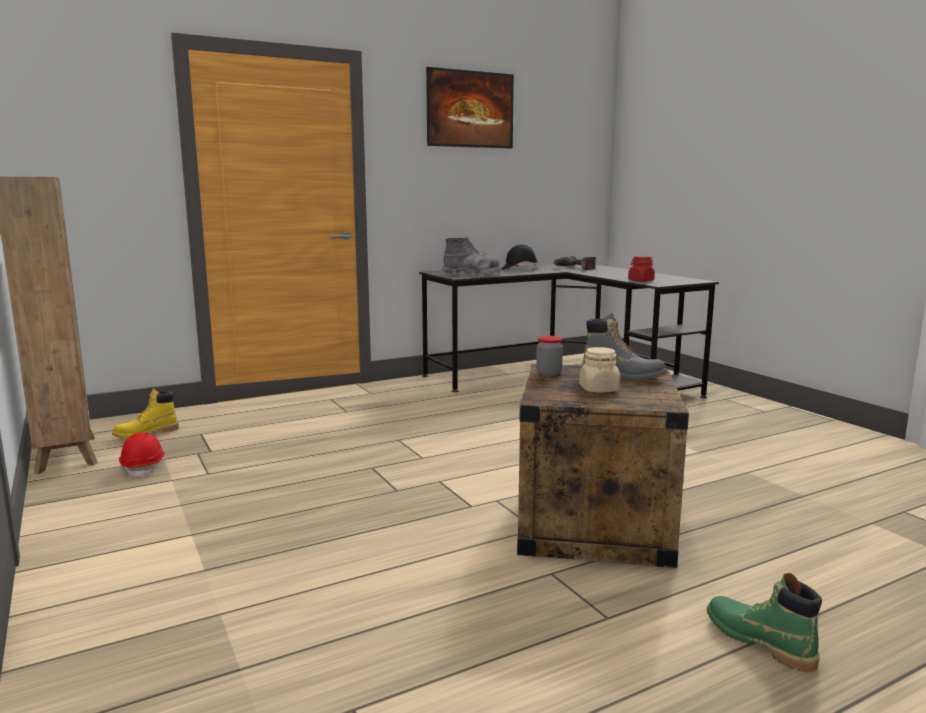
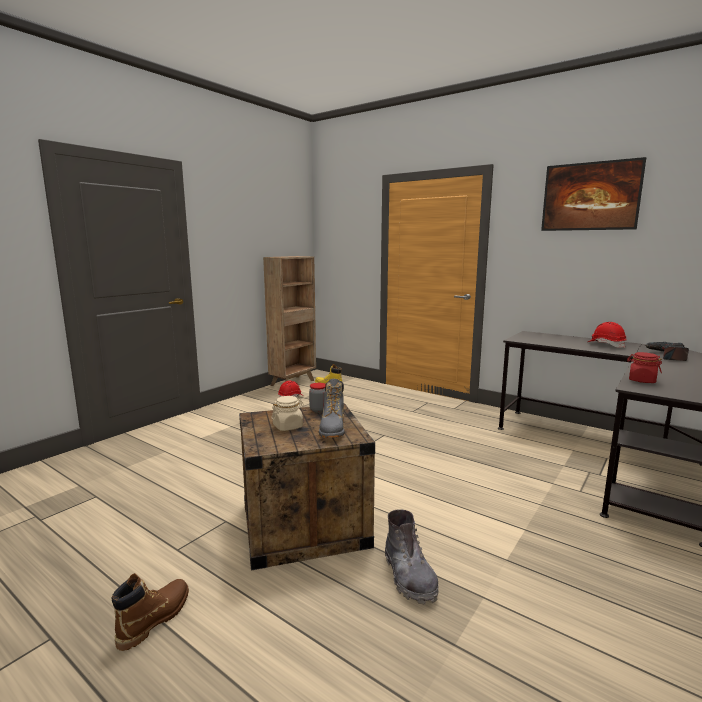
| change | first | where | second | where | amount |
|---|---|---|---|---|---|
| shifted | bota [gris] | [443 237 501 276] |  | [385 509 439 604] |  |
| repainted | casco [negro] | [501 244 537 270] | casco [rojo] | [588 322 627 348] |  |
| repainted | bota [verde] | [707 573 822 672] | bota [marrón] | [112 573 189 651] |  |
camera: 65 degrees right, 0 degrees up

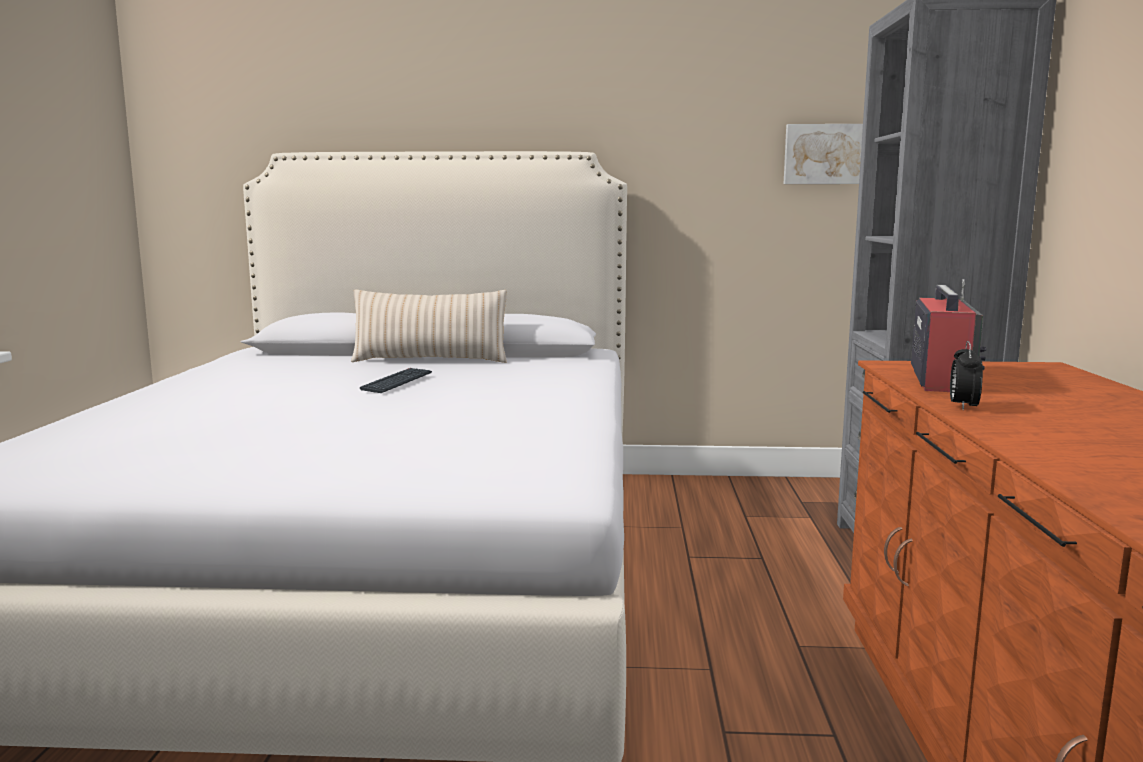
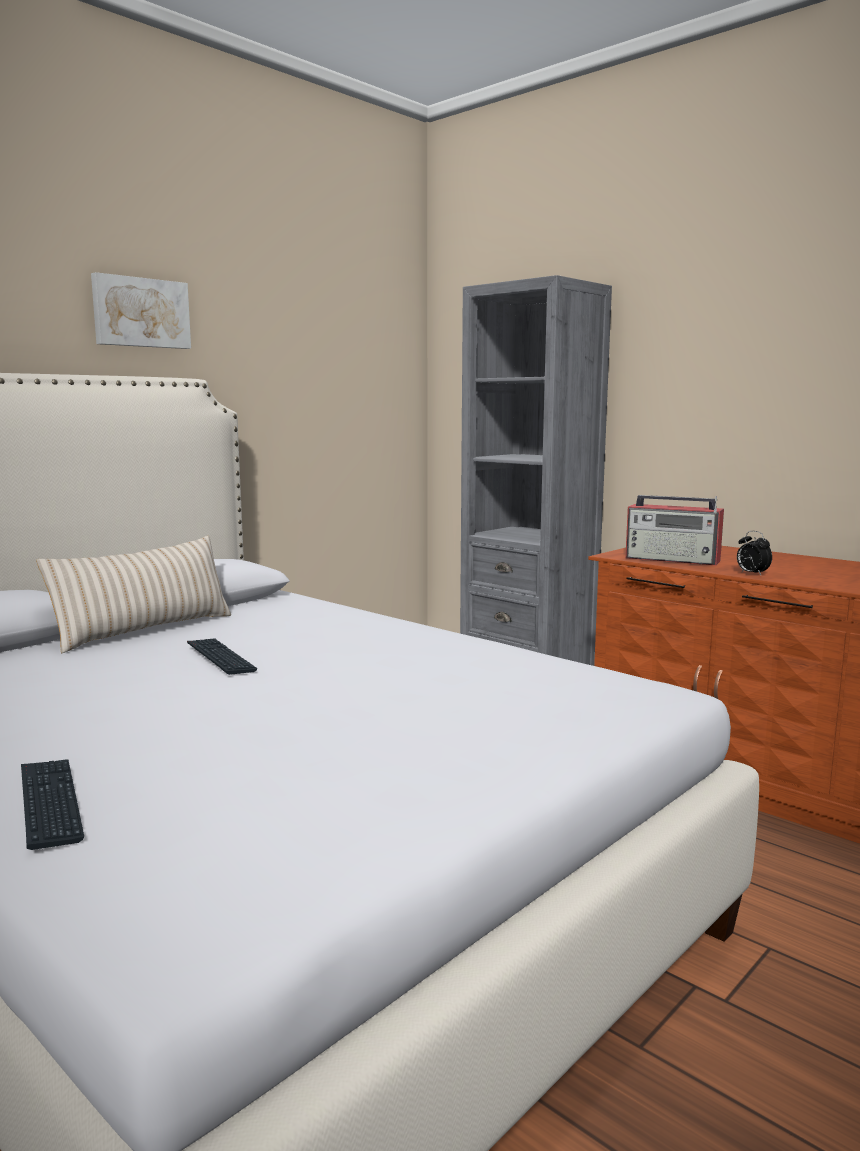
| change | first | where | second | where | amount |
|---|---|---|---|---|---|
| shifted | cuadro | [784 124 863 184] |  | [91 272 191 349] |  |
| rotated | radio | [911 279 987 392] |  | [625 495 724 565] | 150 degrees clockwise |
| new |  |  | teclado | [21 759 84 850] |  |
camera: 50 degrees left, 0 degrees up

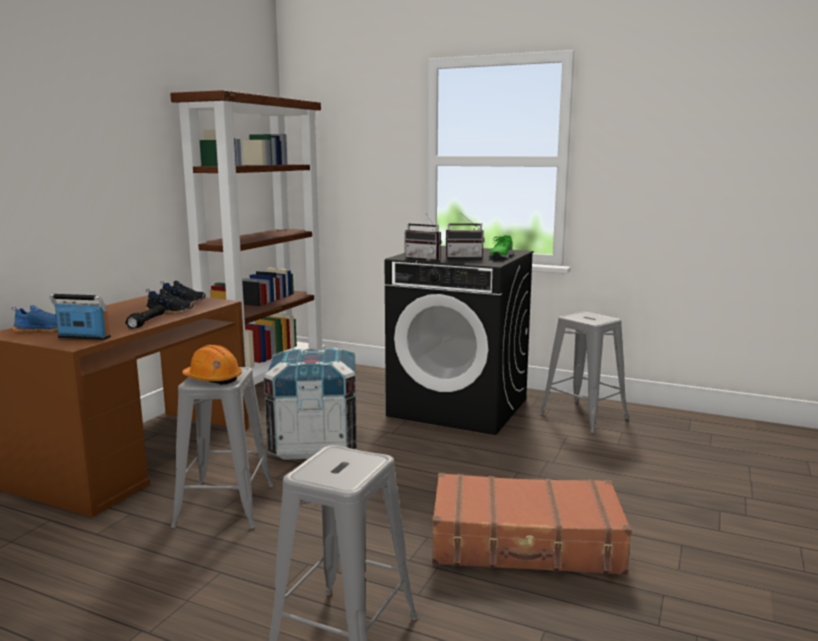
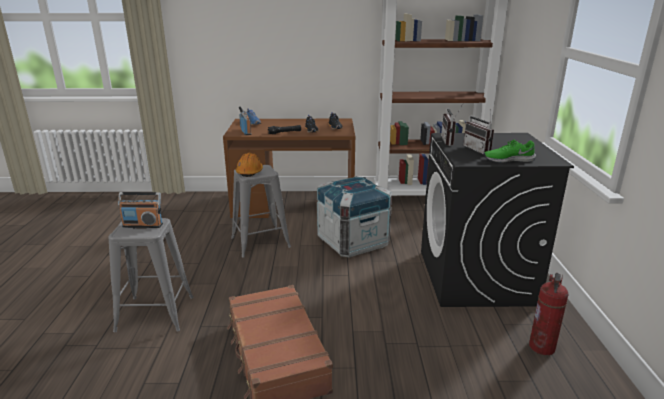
| change | first | where | second | where | amount |
|---|---|---|---|---|---|
| swapped | taburete [gris] | [540 312 629 433] | extintor | [529 273 569 355] |  |
| new |  |  | radio | [118 192 163 228] |  |
camera: 65 degrees right, 10 degrees up

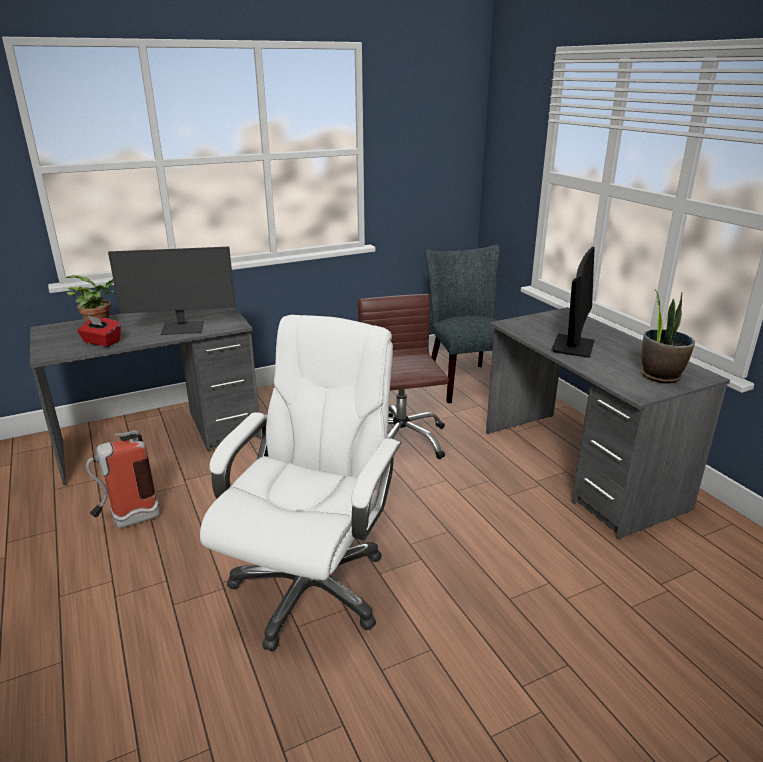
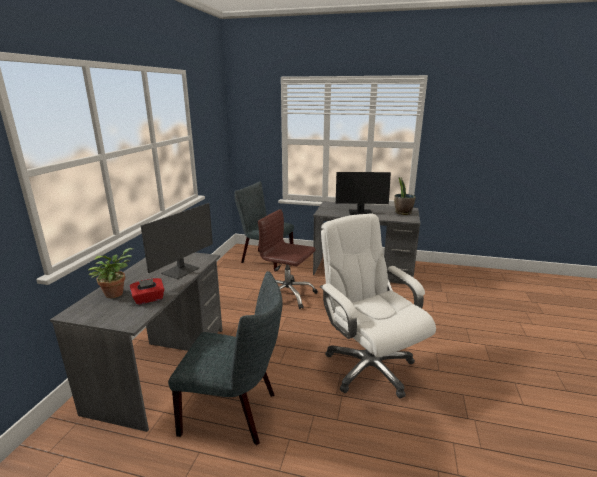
| change | first | where | second | where | amount |
|---|---|---|---|---|---|
| swapped | extintor | [86 430 160 528] | silla [gris] | [168 271 283 446] |  |
| rotated | monitor | [551 247 595 358] |  | [336 172 391 215] | 120 degrees clockwise |
camera: 50 degrees left, 5 degrees down

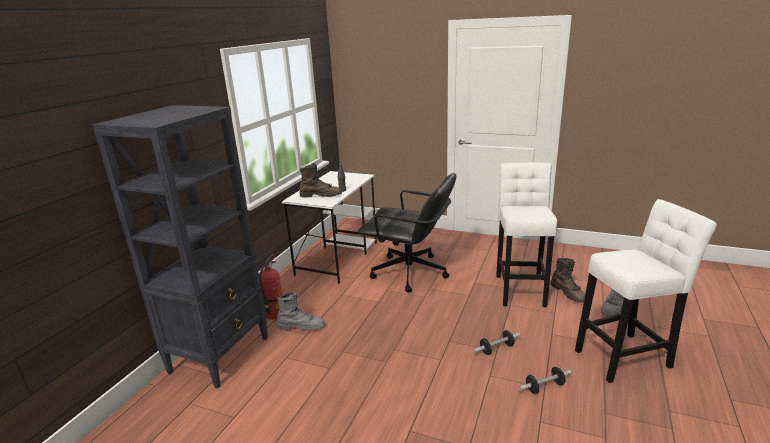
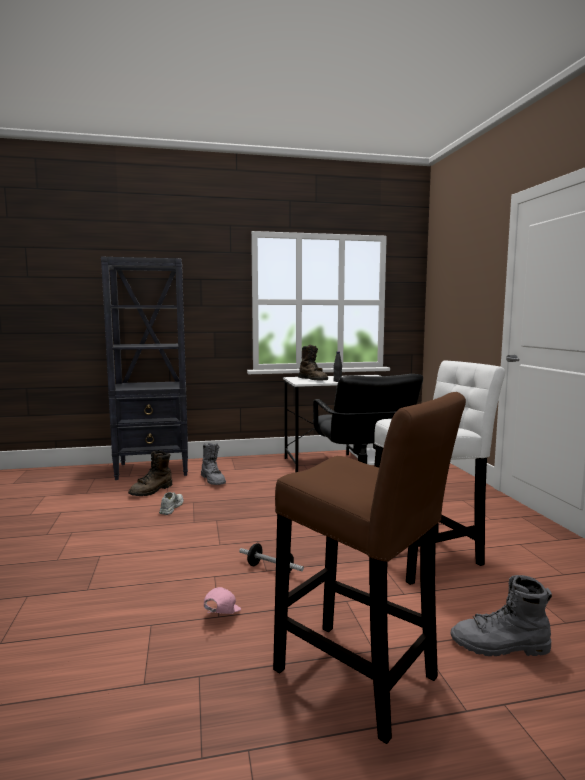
| change | first | where | second | where | amount |
|---|---|---|---|---|---|
| gone | extintor | [259 255 283 320] |  |  |  |
| swapped | mancuerna | [518 367 572 394] | gorra [rosa] | [204 587 241 614] |  |
| shifted | bota [marrón] | [550 258 585 303] |  | [128 451 172 496] |  |
| repainted | taburete [blanco] | [575 199 717 383] | taburete [marrón] | [273 392 466 744] |  |
| new |  |  | zapato [blanco] | [159 492 184 515] |  |
camera: 55 degrees right, 15 degrees down

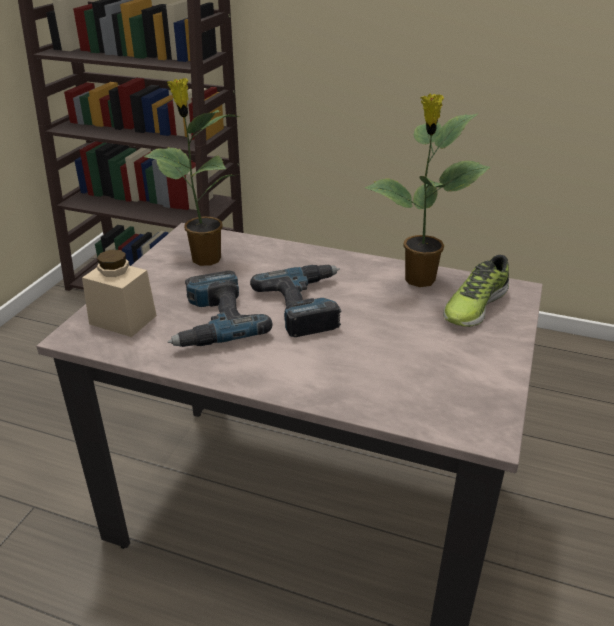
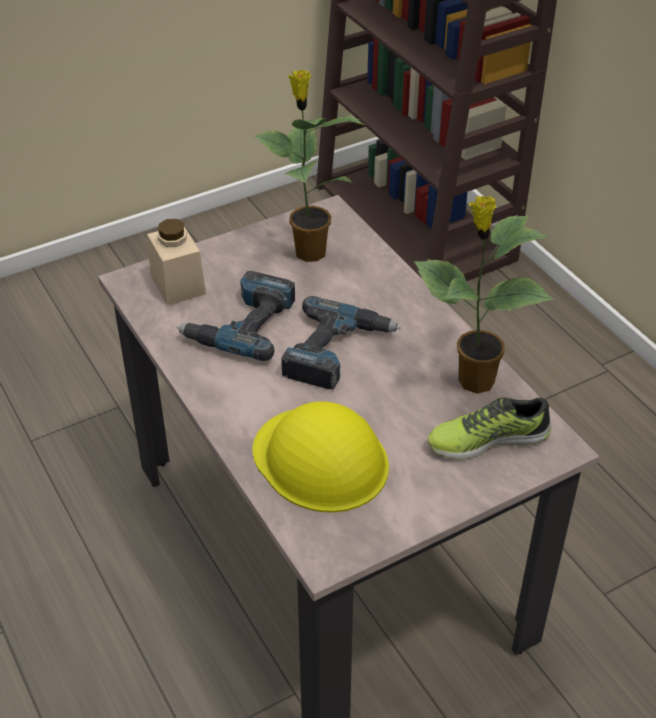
| change | first | where | second | where | amount |
|---|---|---|---|---|---|
| new |  |  | casco [amarillo] | [252 401 389 512] |  |
camera: 40 degrees right, 10 degrees up

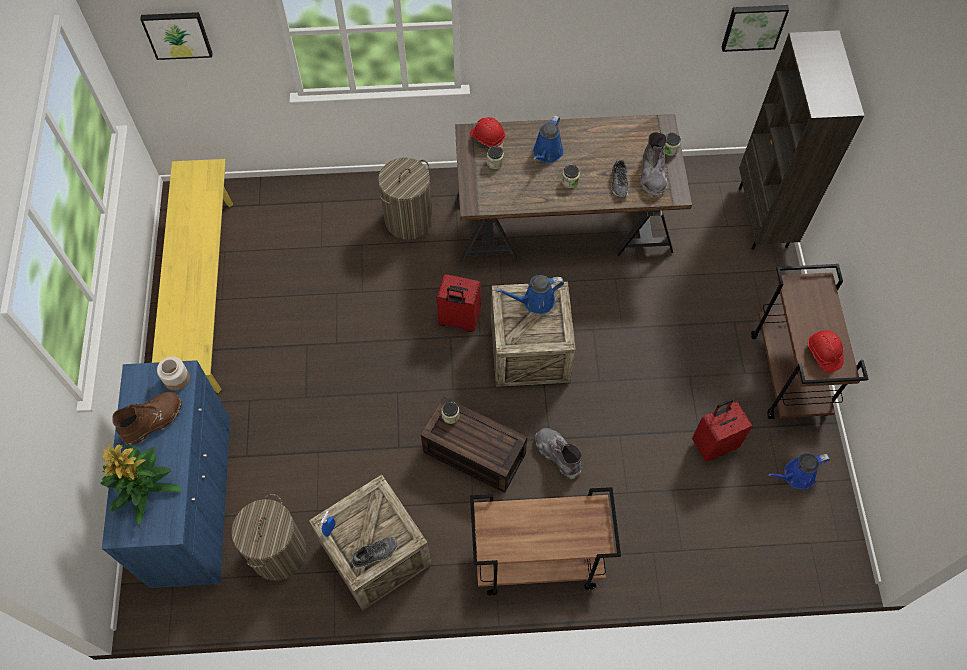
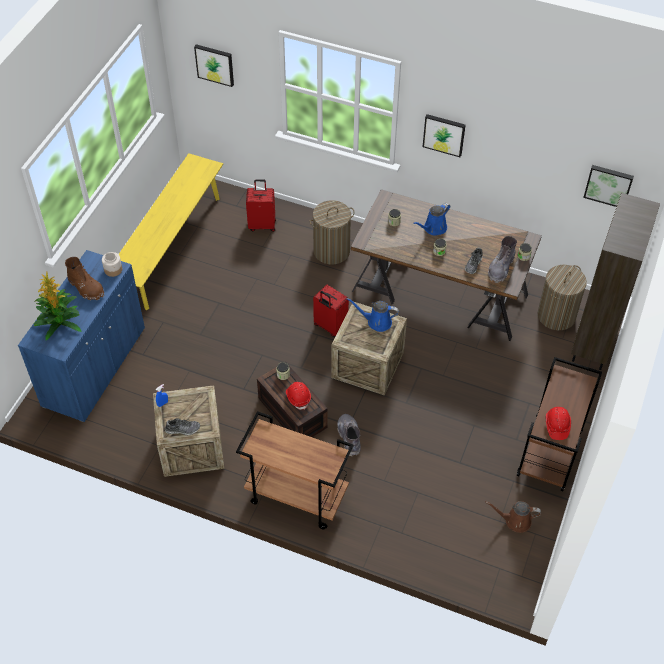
| change | first | where | second | where | amount |
|---|---|---|---|---|---|
| rotated | bota [marrón] | [112 392 182 445] |  | [65 257 105 300] | 60 degrees clockwise |
| shifted | cesto de la ropa | [231 494 307 581] |  | [538 265 587 330] |  |
| shifted | casco [rojo] | [470 117 506 148] |  | [286 382 311 410] |  |
| shifted | maleta [rojo] | [692 399 753 462] |  | [246 179 276 232] |  |
| repainted | regadera [azul] | [768 453 830 489] | regadera [marrón] | [485 501 541 533] |  |
| new |  |  | cuadro | [423 114 466 157] |  |
camera: 25 degrees right, 10 degrees down

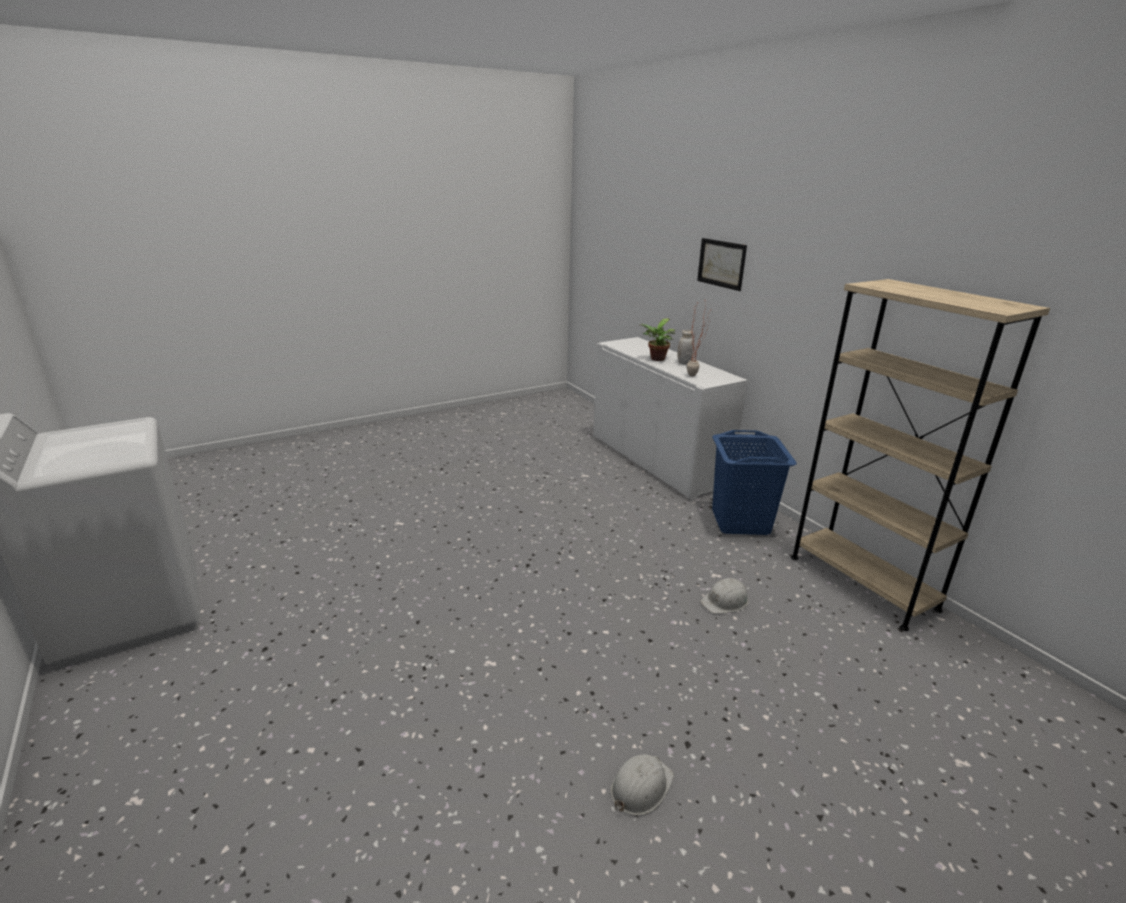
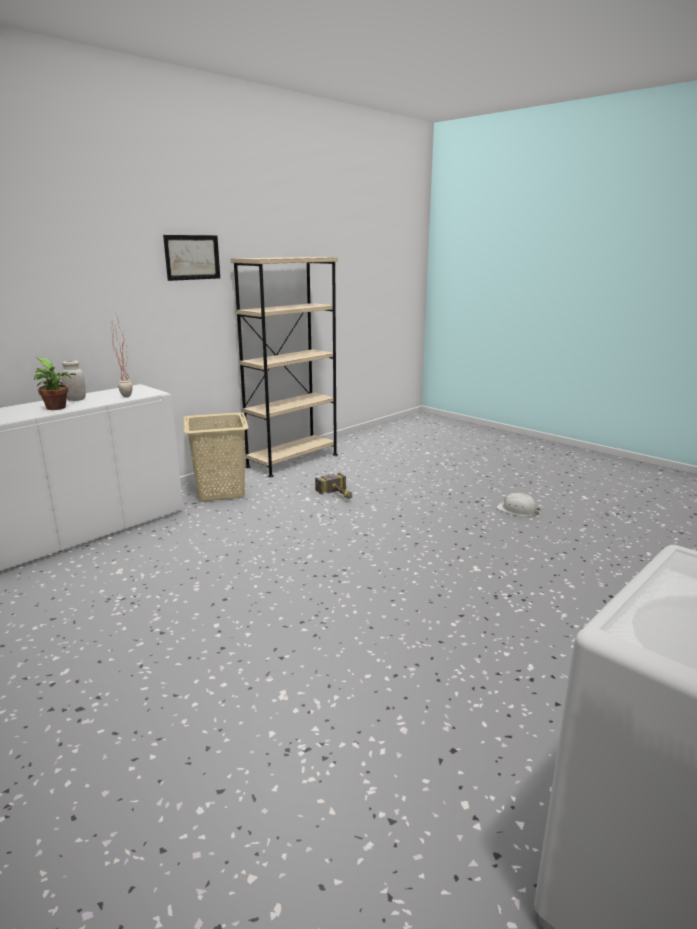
| change | first | where | second | where | amount |
|---|---|---|---|---|---|
| shifted | cuadro | [697 238 747 291] |  | [163 235 220 281] |  |
| swapped | casco [blanco] | [700 578 748 614] | martillo | [315 472 352 499] |  |
| repainted | cesto de la ropa [azul] | [712 430 797 535] | cesto de la ropa [beis] | [184 412 249 502] |  |
camera: 105 degrees left, 5 degrees down

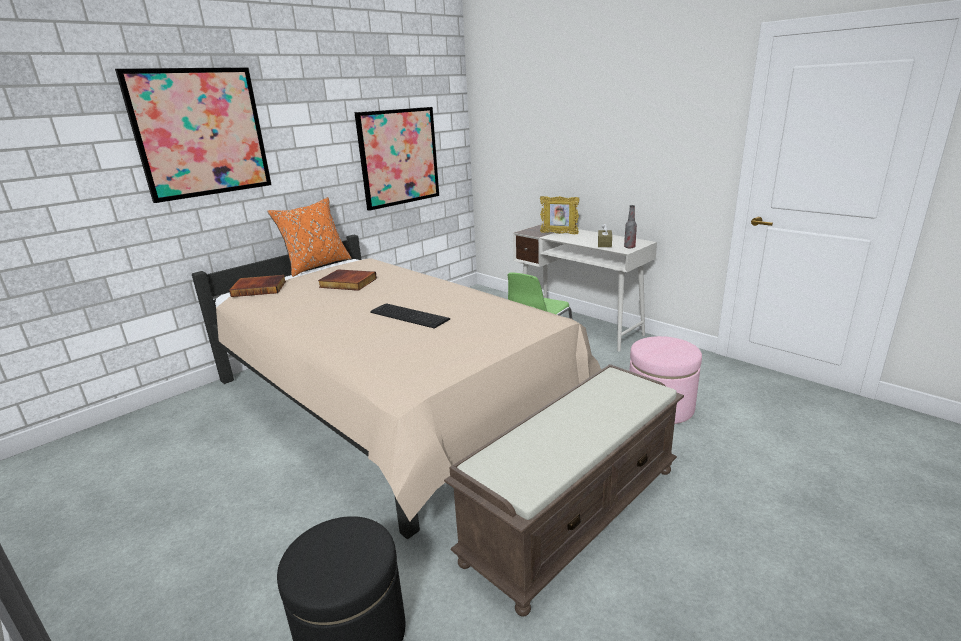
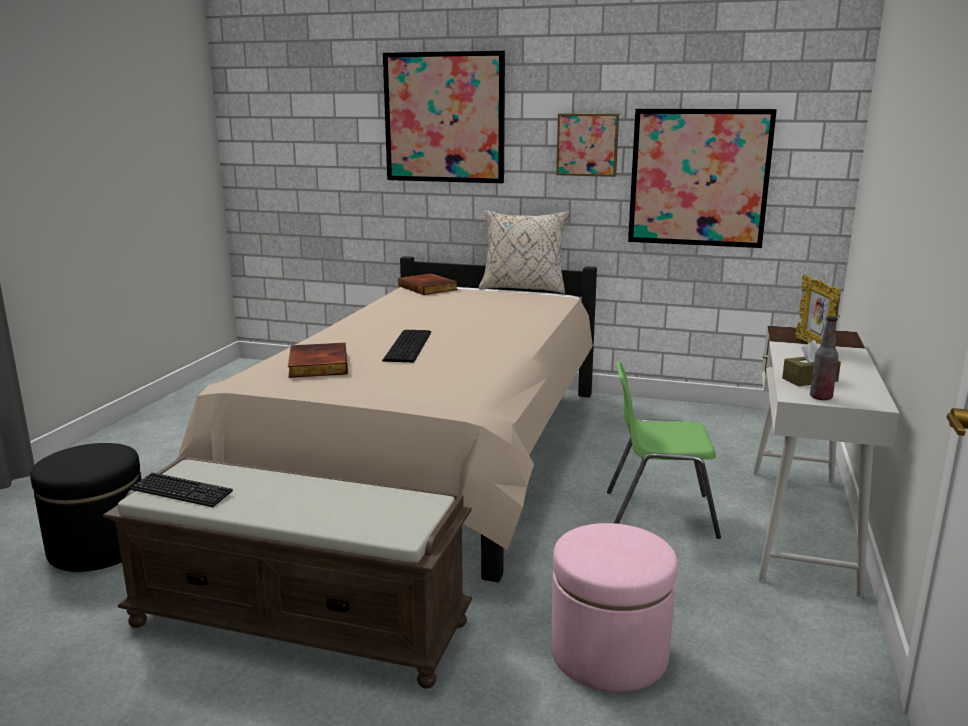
| change | first | where | second | where | amount |
|---|---|---|---|---|---|
| repainted | cojín [naranja] | [267 197 352 277] | cojín [beis] | [479 210 569 294] |  |
| shifted | libro | [318 269 377 291] |  | [288 343 348 378] |  |
| new |  |  | teclado | [131 473 233 507] |  |
| new |  |  | cuadro | [556 113 619 177] |  |
camera: 60 degrees right, 5 degrees down

